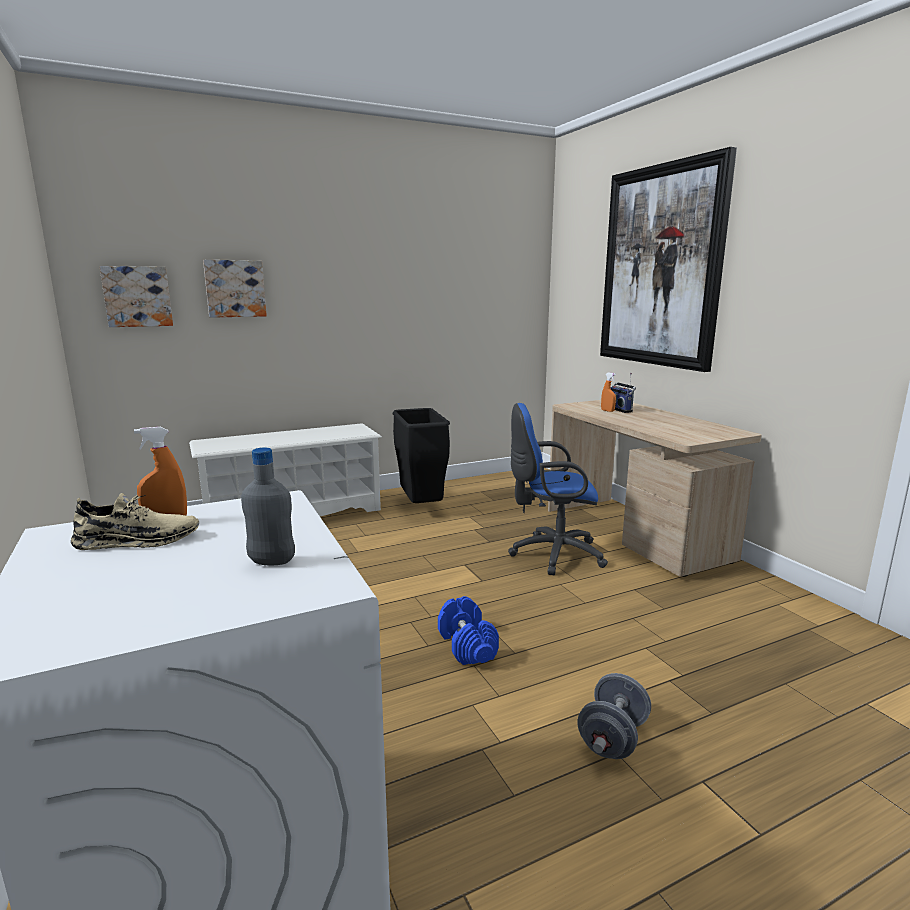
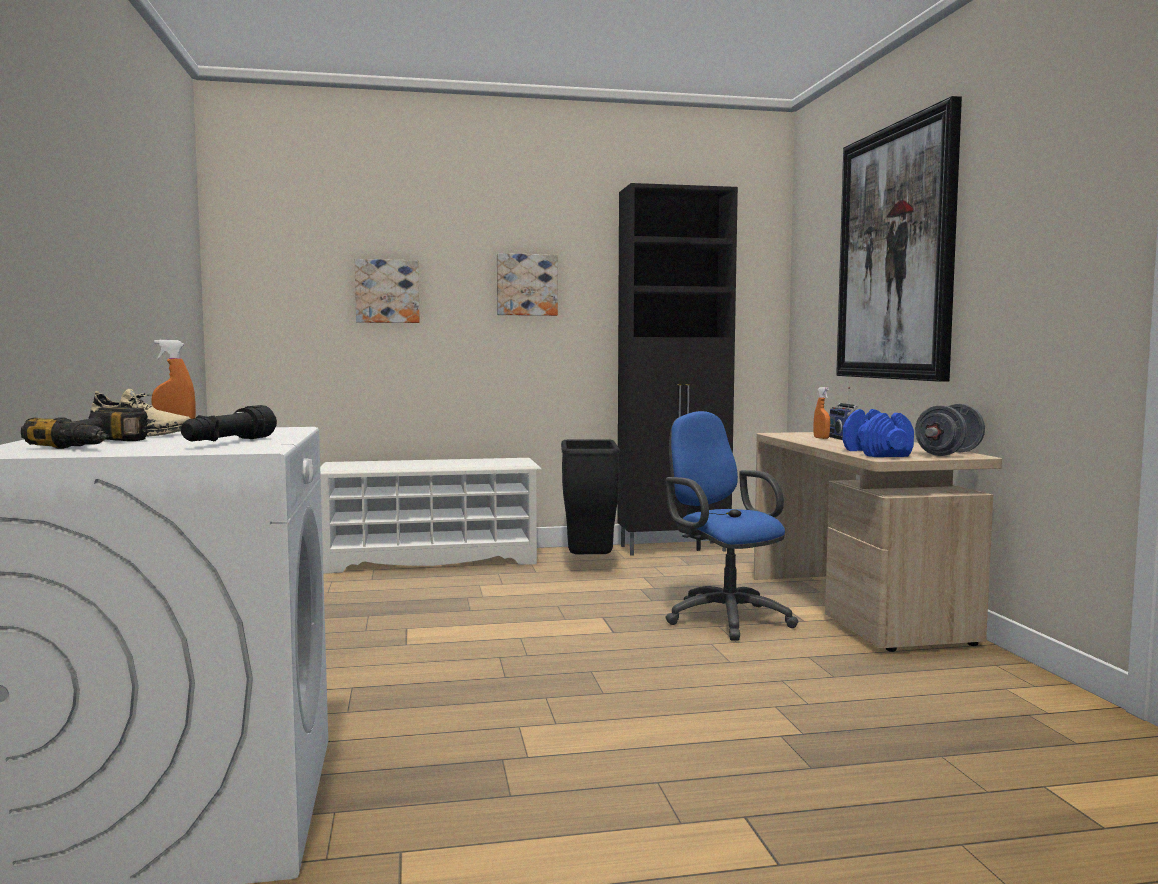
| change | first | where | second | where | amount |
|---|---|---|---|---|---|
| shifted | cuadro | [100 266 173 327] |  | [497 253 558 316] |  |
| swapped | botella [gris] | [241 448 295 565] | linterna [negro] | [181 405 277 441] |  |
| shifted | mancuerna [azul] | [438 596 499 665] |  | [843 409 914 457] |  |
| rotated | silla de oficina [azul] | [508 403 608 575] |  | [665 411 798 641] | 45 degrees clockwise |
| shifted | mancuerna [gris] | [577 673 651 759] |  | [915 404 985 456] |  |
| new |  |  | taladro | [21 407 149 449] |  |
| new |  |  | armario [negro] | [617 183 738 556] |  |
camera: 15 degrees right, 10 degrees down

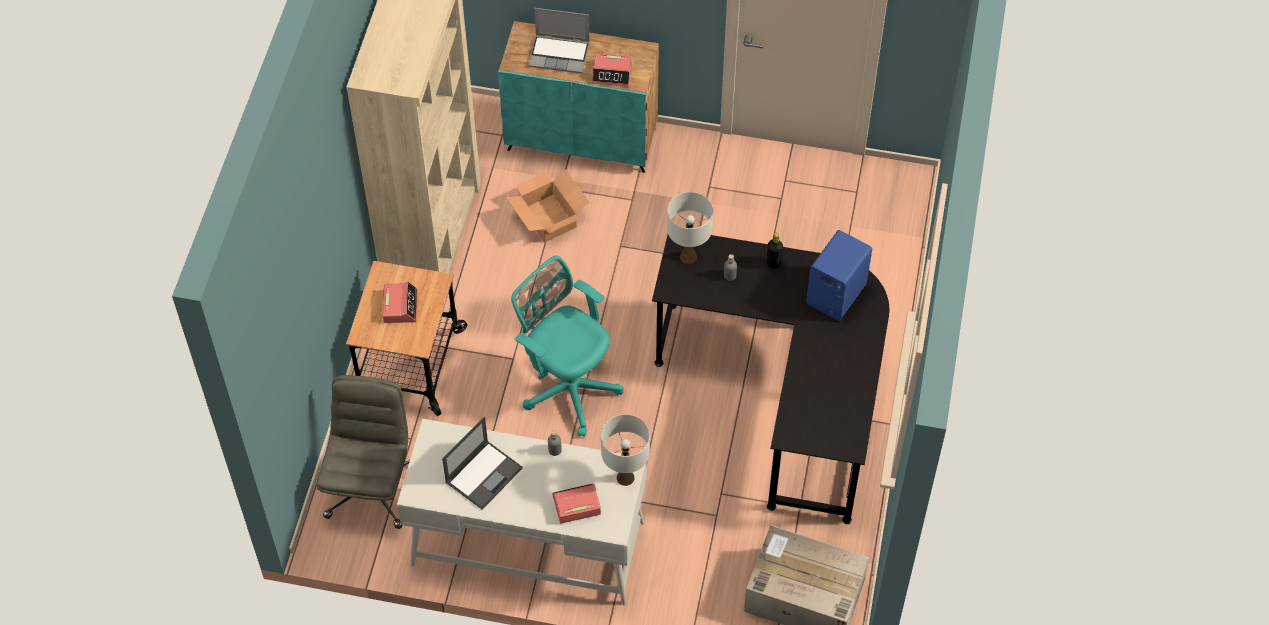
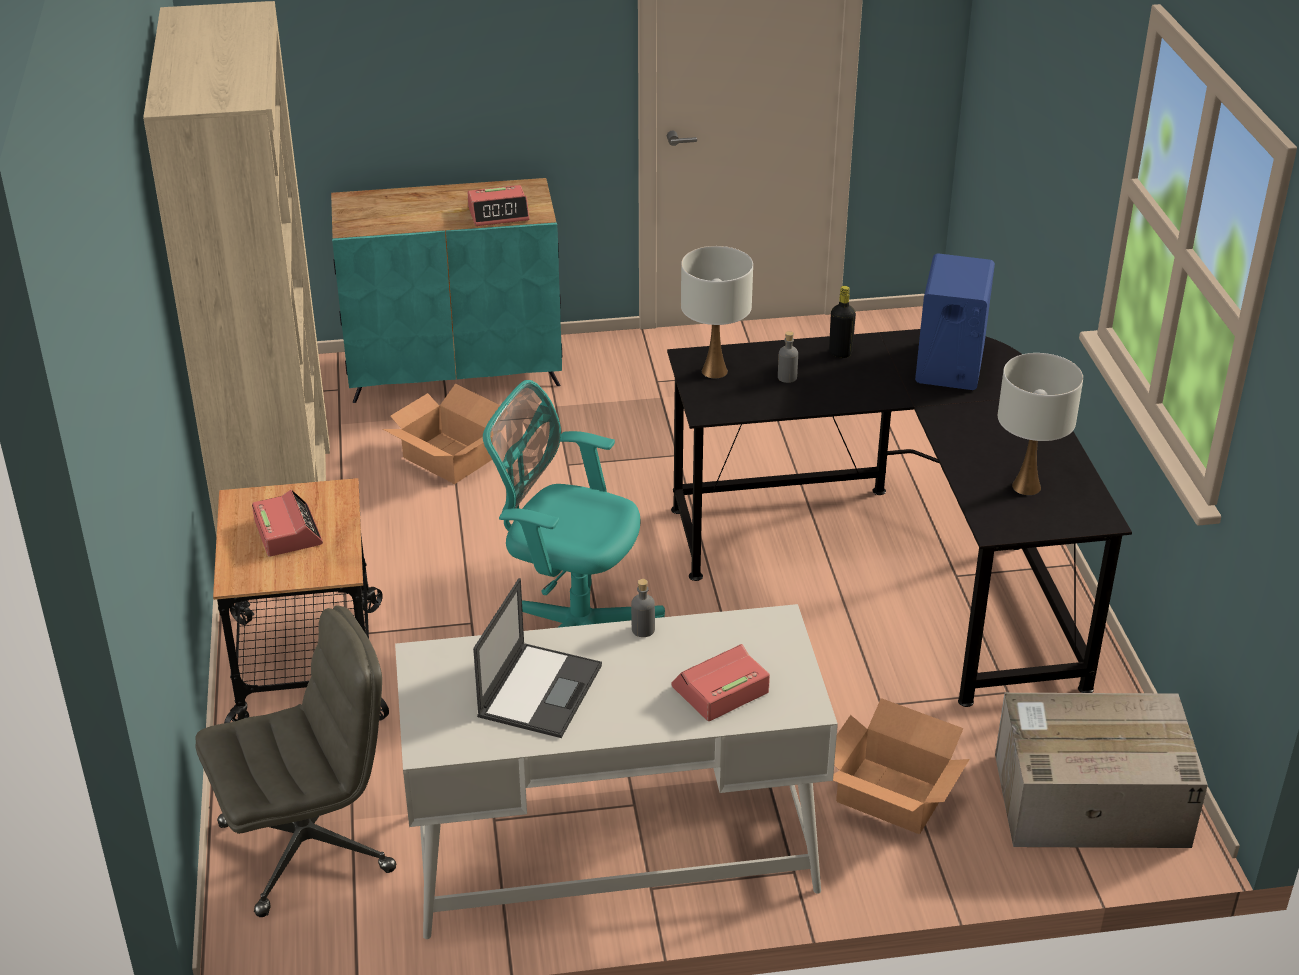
| change | first | where | second | where | amount |
|---|---|---|---|---|---|
| rotated | silla de oficina [gris] | [316 375 410 529] |  | [196 605 396 917] | 75 degrees clockwise |
| gone | portátil | [528 8 590 74] |  |  |  |
| shifted | lámpara de mesa [blanco] | [601 414 650 486] |  | [998 353 1083 495] |  |
| new |  |  | caja de cartón | [833 698 970 834] |  |
camera: 20 degrees left, 20 degrees down

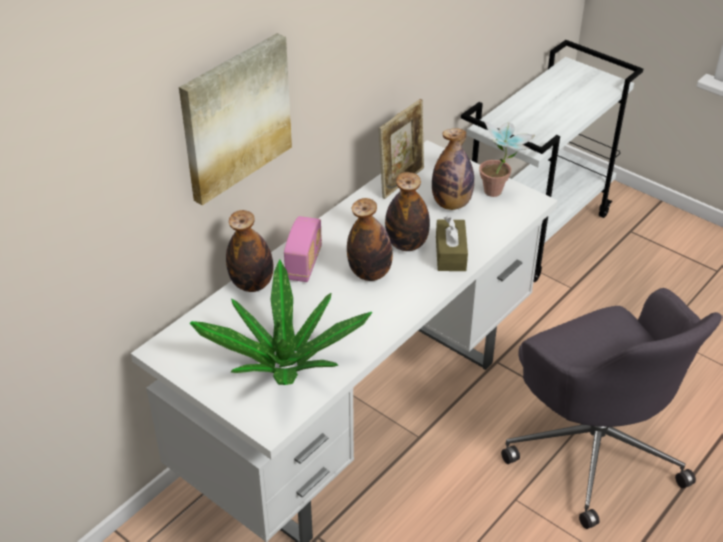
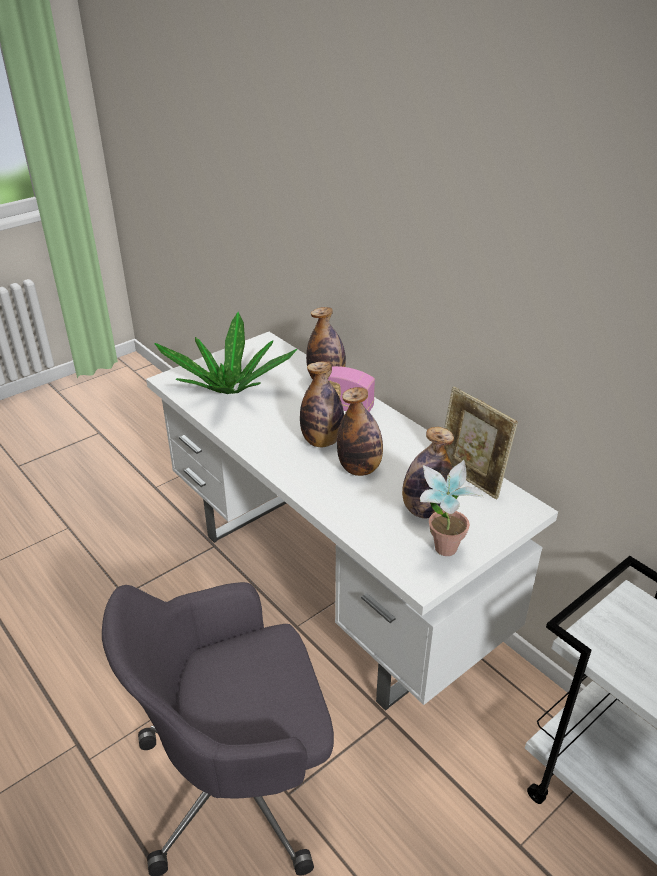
| change | first | where | second | where | amount |
|---|---|---|---|---|---|
| gone | cuadro | [179 33 292 205] |  |  |  |
| gone | caja de pañuelos [marrón] | [436 216 468 271] |  |  |  |
camera: 100 degrees right, 5 degrees down

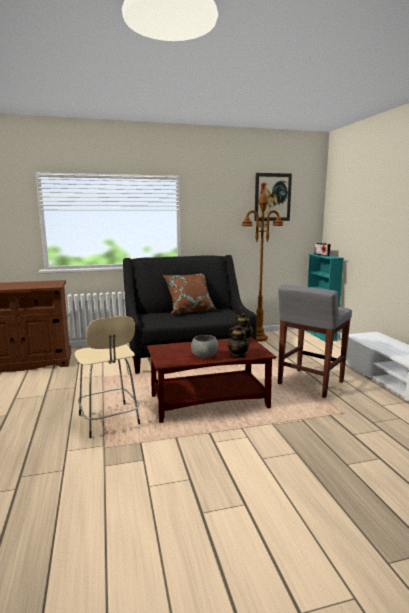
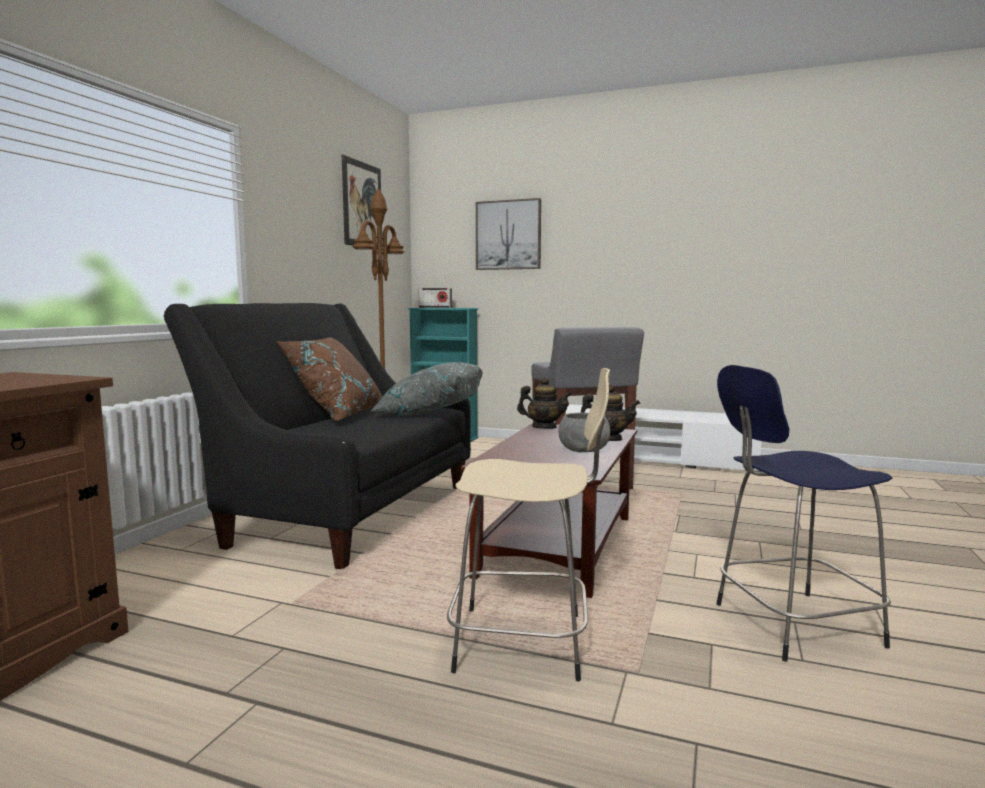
| change | first | where | second | where | amount |
|---|---|---|---|---|---|
| new |  |  | cojín [gris] | [371 362 483 416] |  |
| new |  |  | cuadro | [476 198 541 270] |  |
| new |  |  | taburete [azul] | [717 365 892 662] |  |
camera: 55 degrees left, 5 degrees down

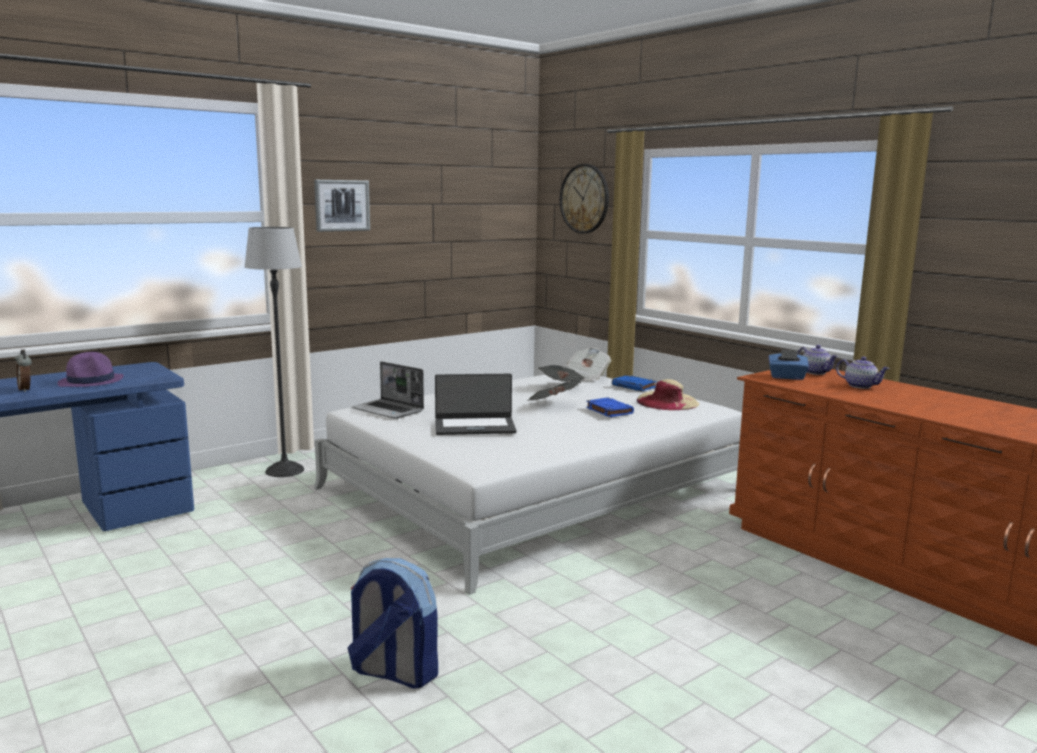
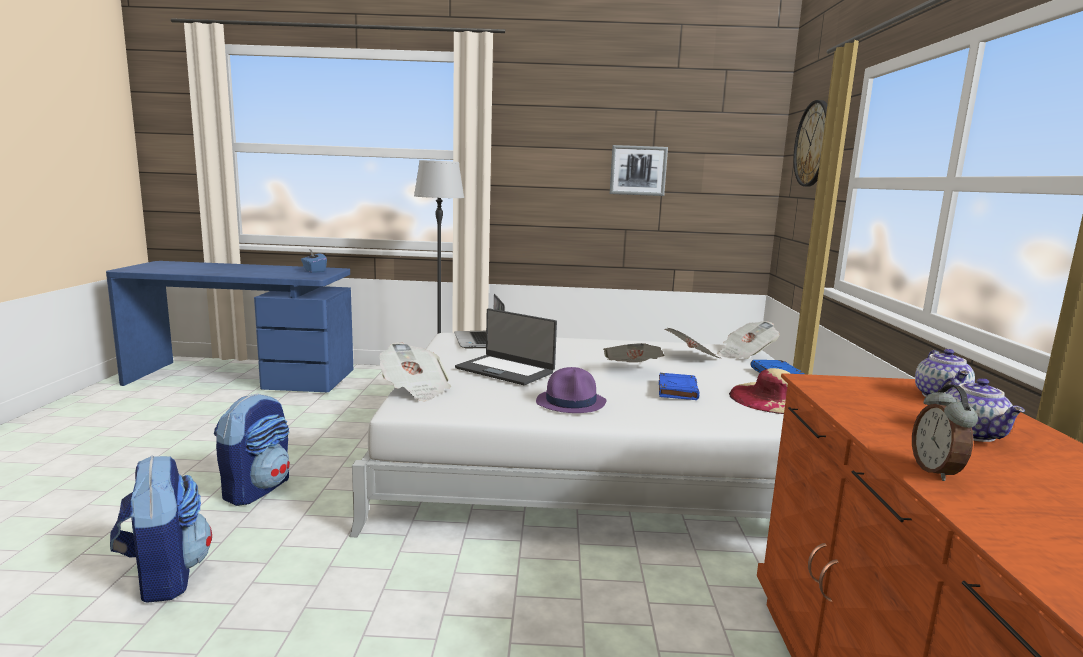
| change | first | where | second | where | amount |
|---|---|---|---|---|---|
| shifted | despertador | [15 350 32 392] |  | [912 384 978 481] |  |
| shifted | sombrero [morado] | [58 352 124 387] |  | [536 367 606 413] |  |
| shifted | cuadro | [314 180 370 232] |  | [610 145 668 196] |  |
| shifted | caja de pañuelos [azul] | [768 349 809 380] |  | [301 249 327 273] |  |
| new |  |  | mochila | [214 393 290 506] |  |
| new |  |  | periódico | [379 342 451 402] |  |
camera: 40 degrees right, 0 degrees up

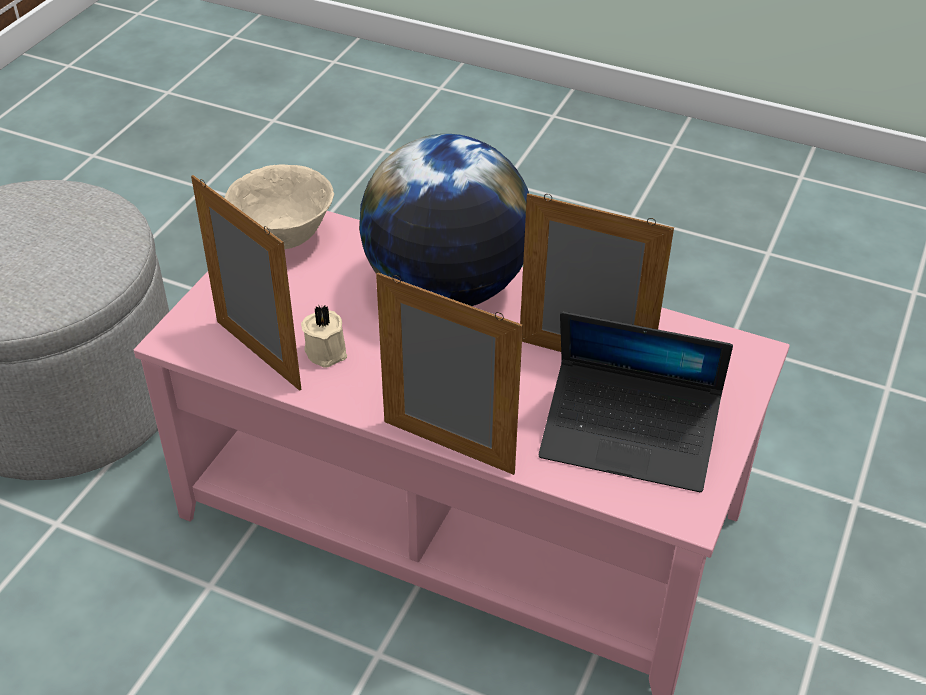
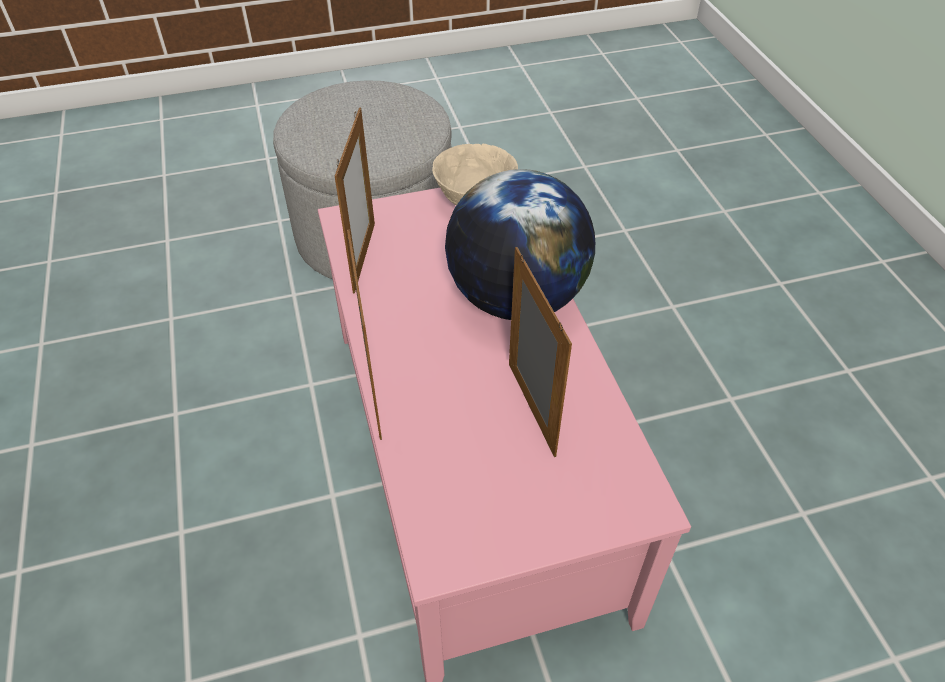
| change | first | where | second | where | amount |
|---|---|---|---|---|---|
| gone | vela [beis] | [301 305 347 368] |  |  |  |
| gone | portátil | [539 312 733 492] |  |  |  |
camera: 50 degrees right, 5 degrees up

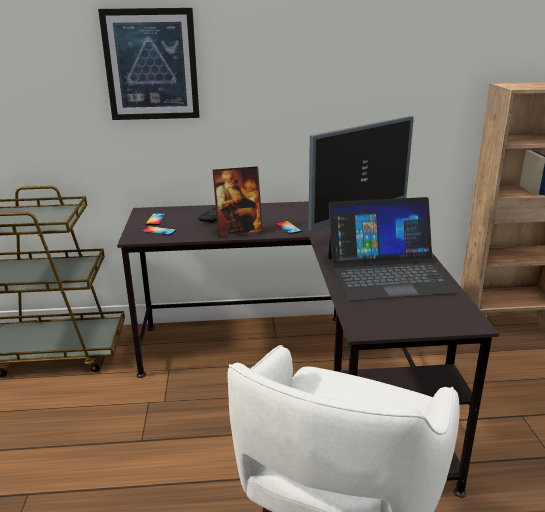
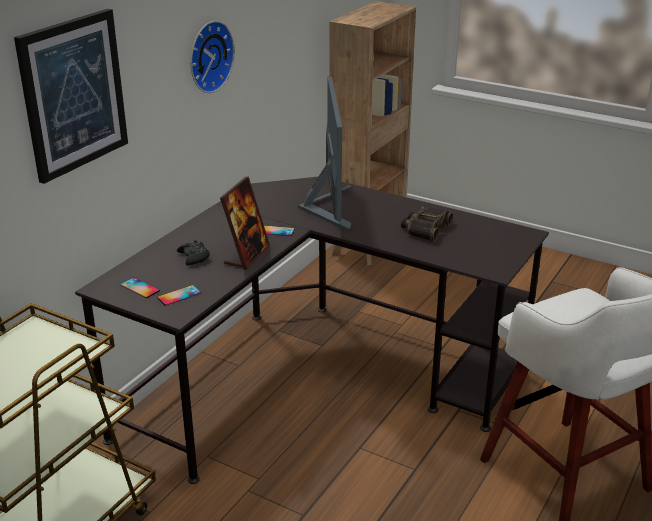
| change | first | where | second | where | amount |
|---|---|---|---|---|---|
| swapped | portátil | [328 197 459 301] | prismáticos | [401 206 453 242] |  |
| new |  |  | reloj de pared | [190 21 235 93] |  |
camera: 55 degrees left, 5 degrees up

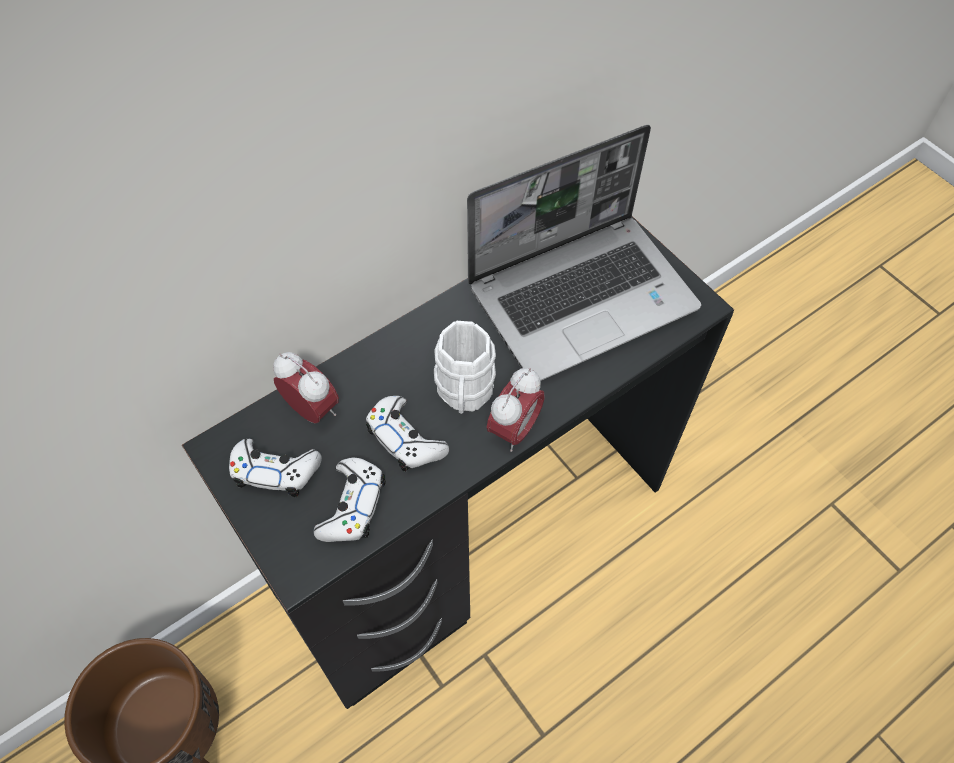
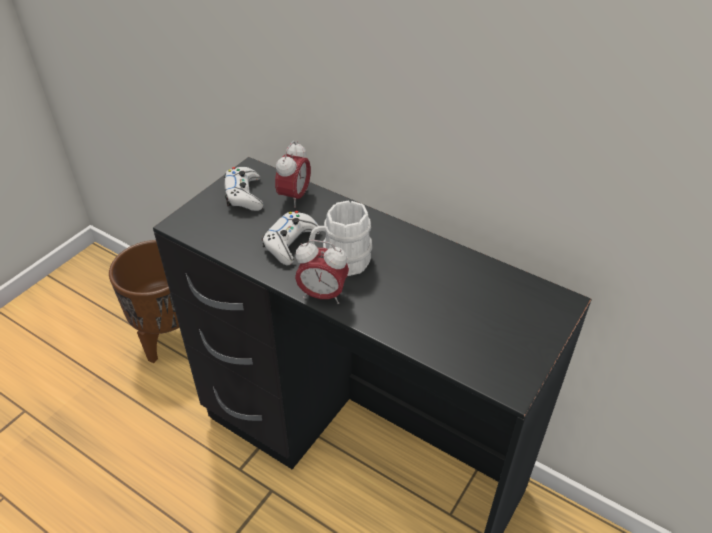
| change | first | where | second | where | amount |
|---|---|---|---|---|---|
| gone | mando de consola [blanco] | [314 457 386 542] |  |  |  |
| gone | portátil | [467 125 701 381] |  |  |  |
camera: 70 degrees right, 15 degrees down

